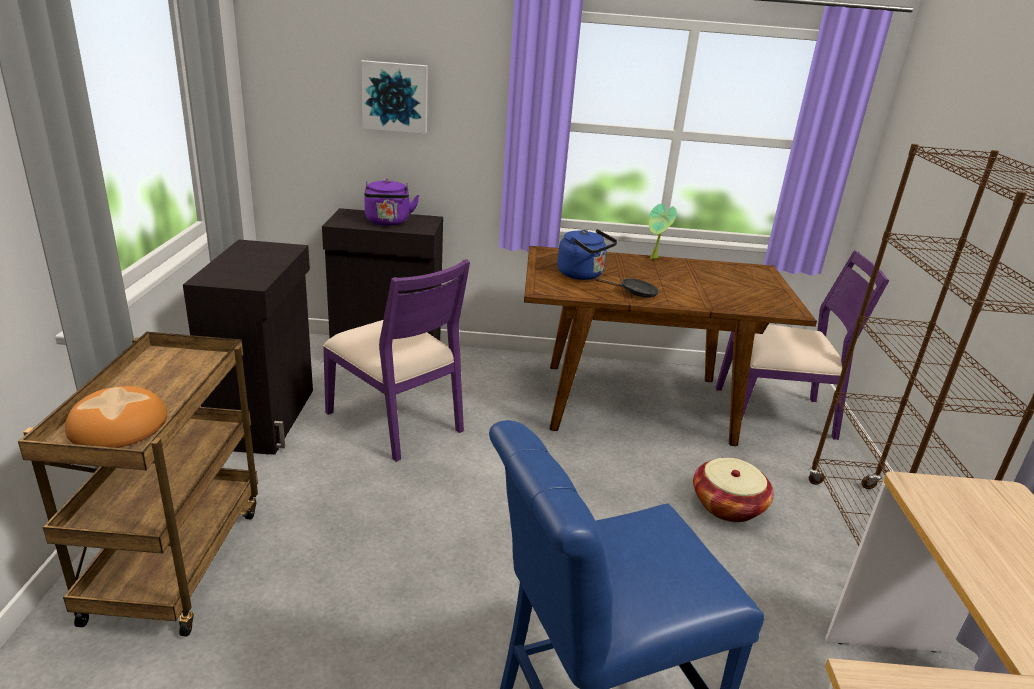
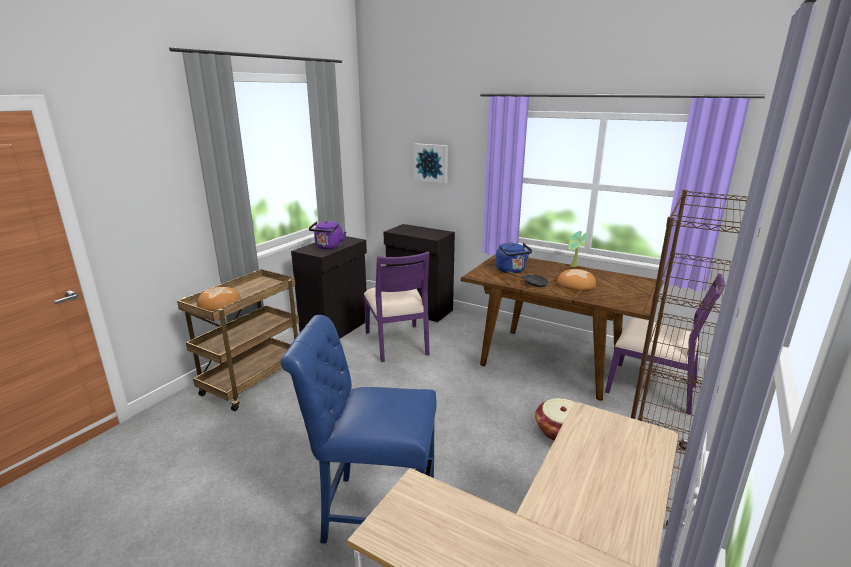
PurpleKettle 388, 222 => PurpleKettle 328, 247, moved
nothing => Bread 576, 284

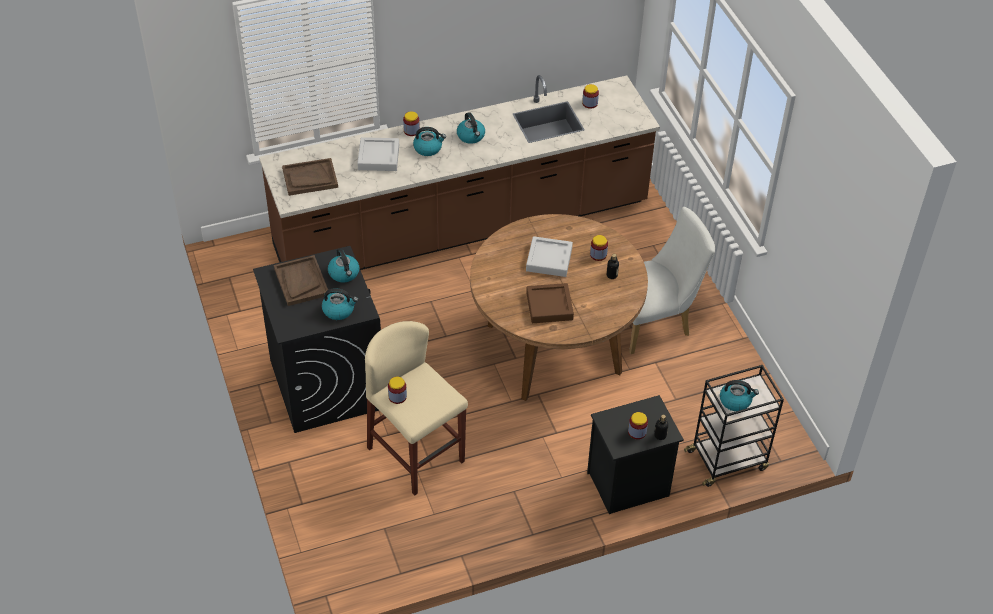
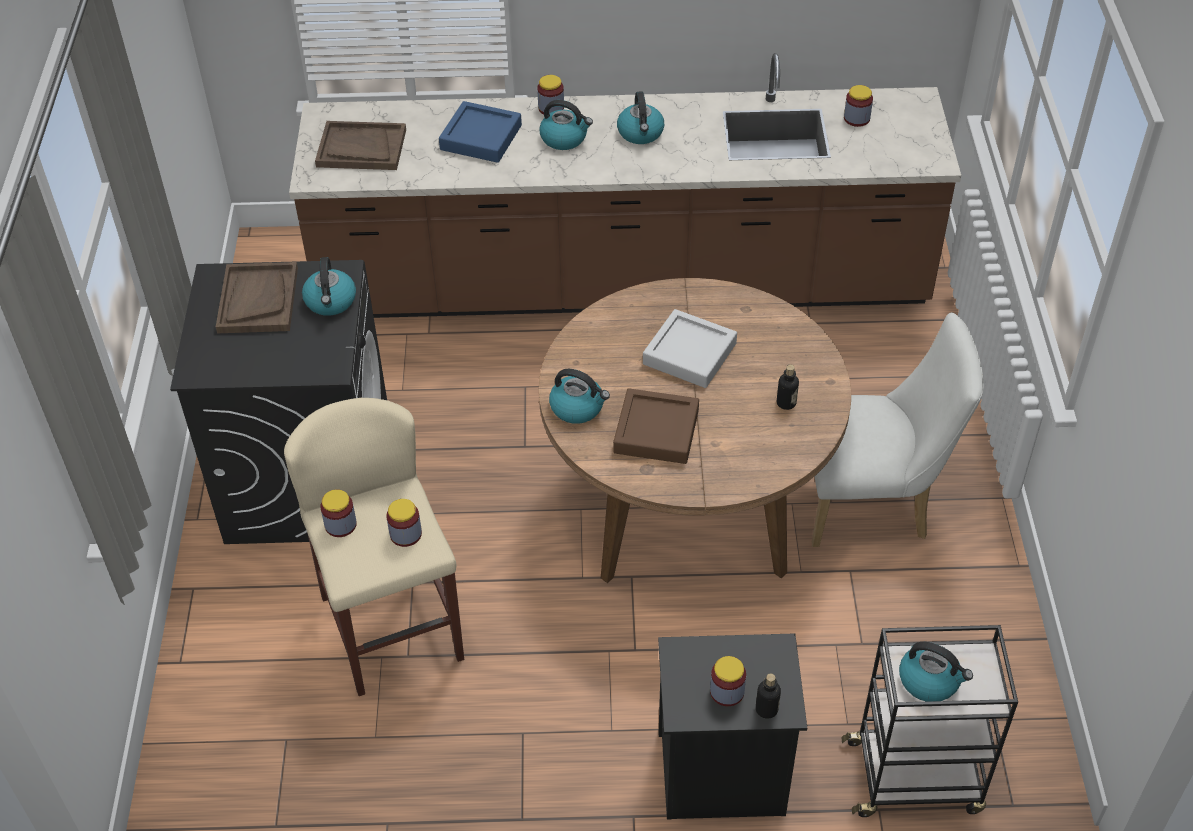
GreyTray 378, 157 => BlueTray 481, 137
Jar 598, 255 => Jar 405, 534, moved
Kettle 339, 310 => Kettle 578, 407, moved

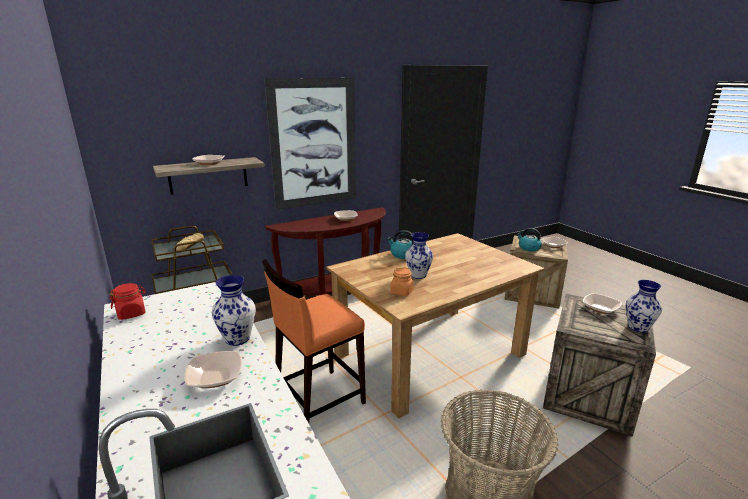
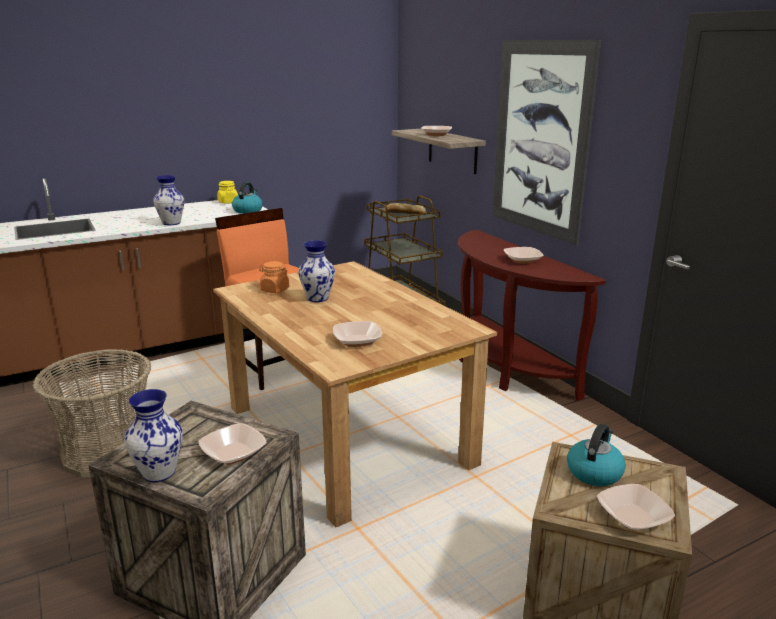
Kettle 403, 255 => Kettle 248, 210, moved
RedJar 131, 313 => YellowJar 228, 202
Bowl 215, 377 => Bowl 357, 341, moved

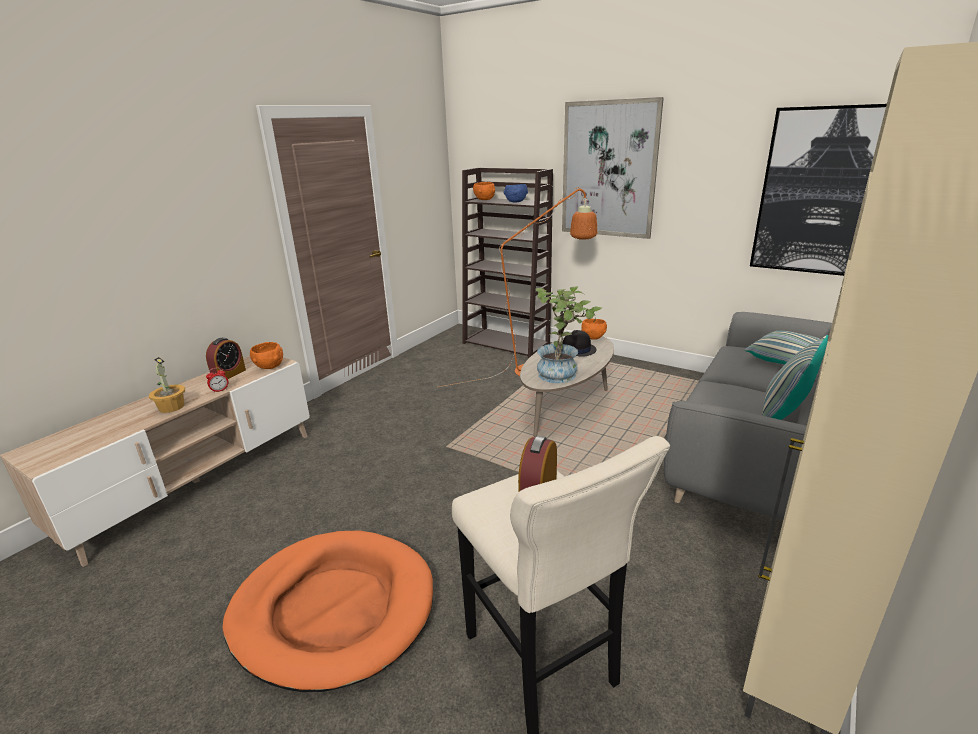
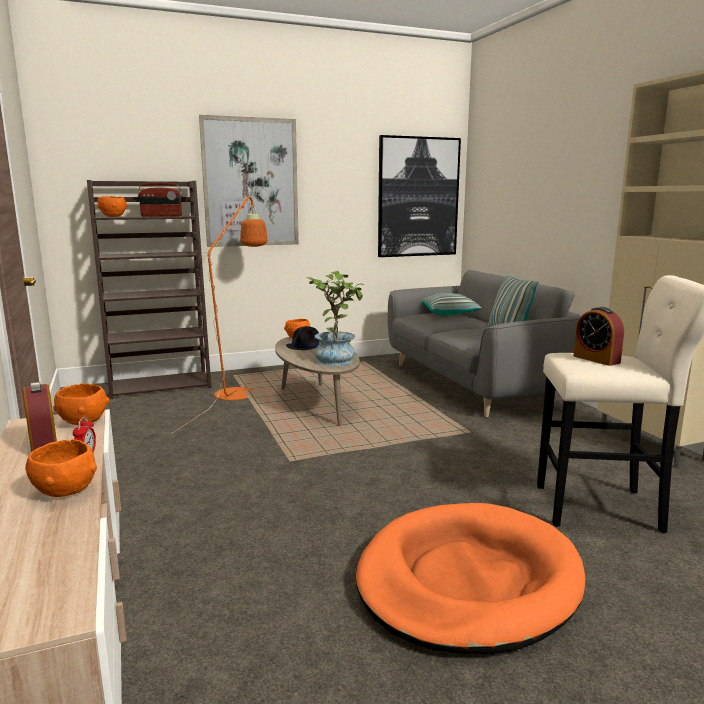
BlueBowl 516, 202 => Radio 161, 216
PottedPlant 171, 407 => OrangeBowl 65, 491

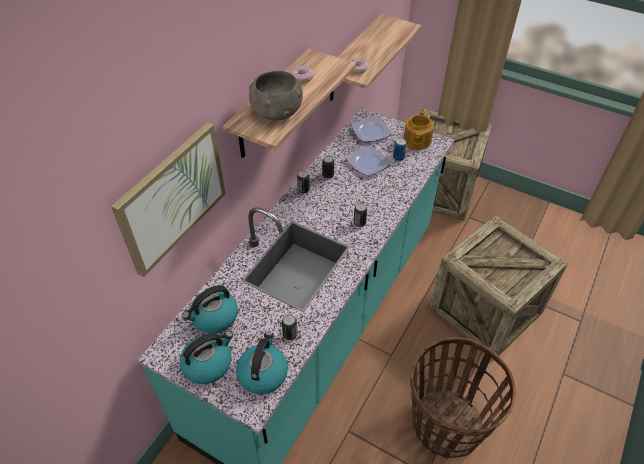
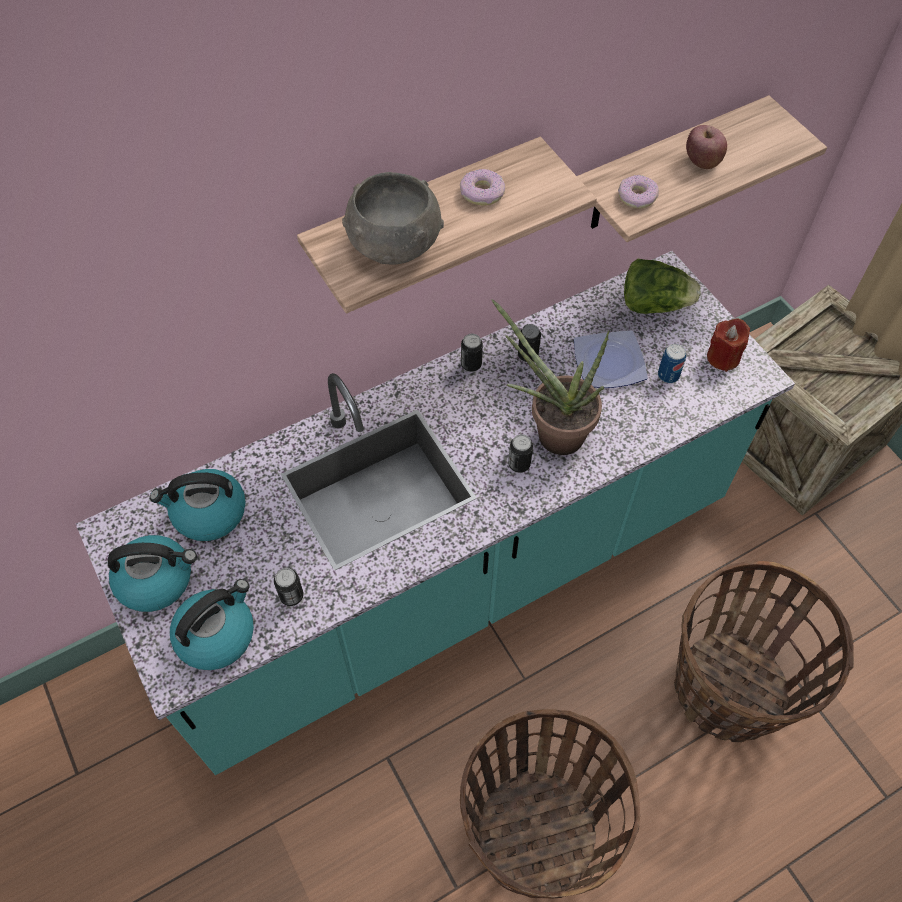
Teapot 416, 141 => RedCandle 723, 357
Plate 370, 132 => Lettuce 654, 304
Picture 172, 197 => nothing
Crate 485, 310 => Basket 729, 689
nothing => Apple 702, 161
nothing => PottedPlant 550, 432

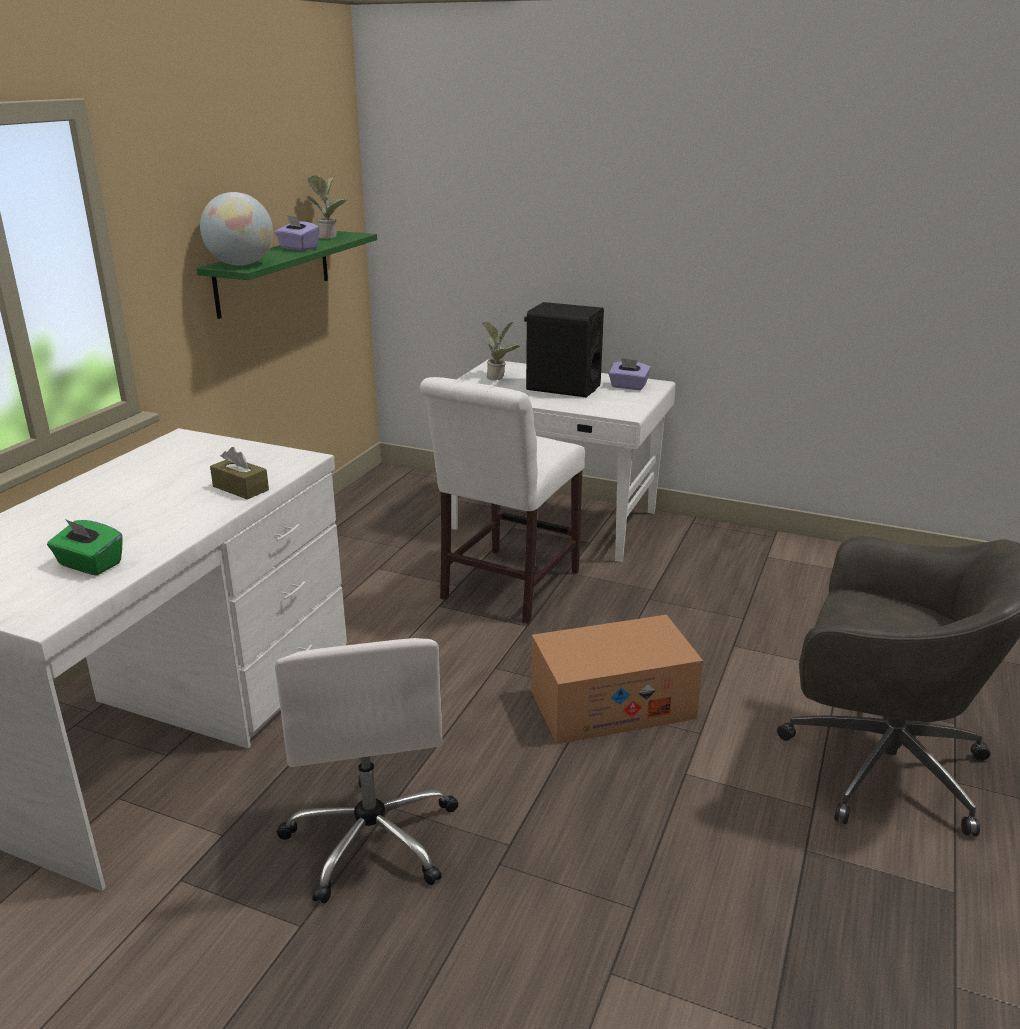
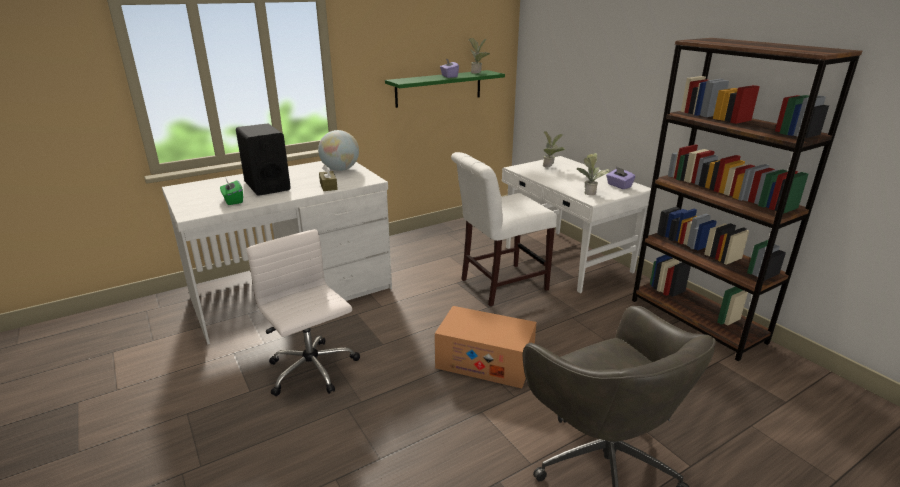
Globe 241, 264 => Globe 340, 169, moved
BlackSpeaker 563, 387 => BlackSpeaker 267, 186, moved
WhiteOfficeChair 372, 837 => WhiteOfficeChair 312, 370, 120 degrees clockwise
nothing => BrownBookcase 696, 321
nothing => PottedPlant 589, 192

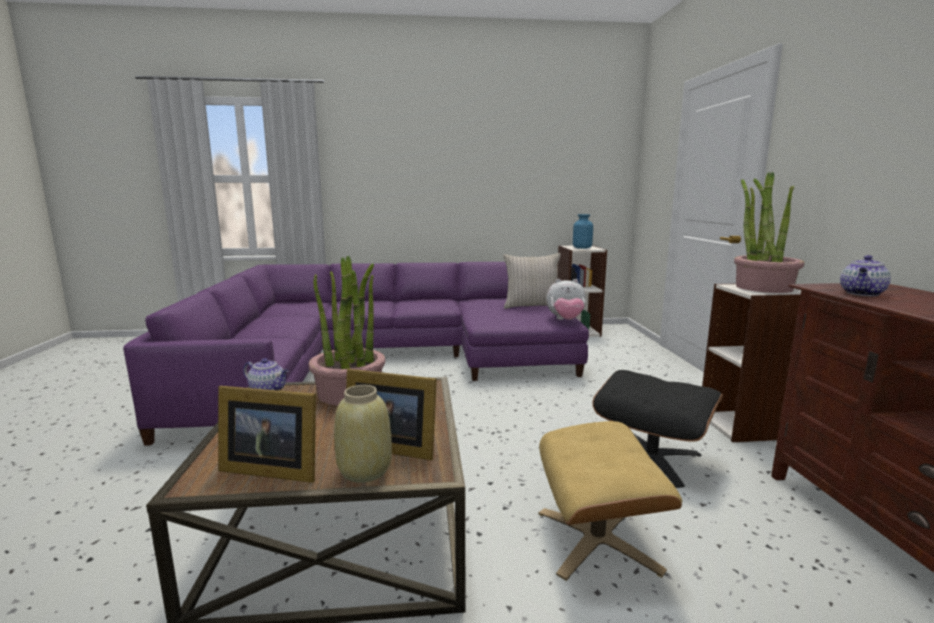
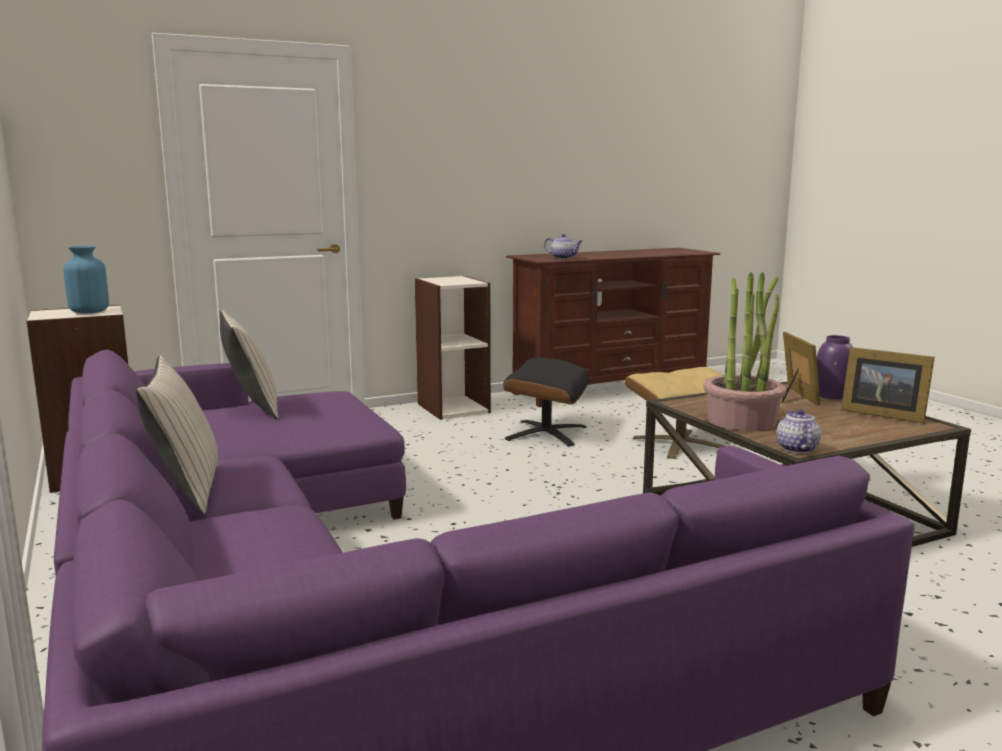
PottedPlant 763, 287 => nothing
PlushToy 565, 320 => nothing
BeigeVase 364, 471 => PurpleVase 833, 396
PictureFrame 270, 468 => PictureFrame 881, 414, 135 degrees clockwise
nothing => BeigePillow 186, 491

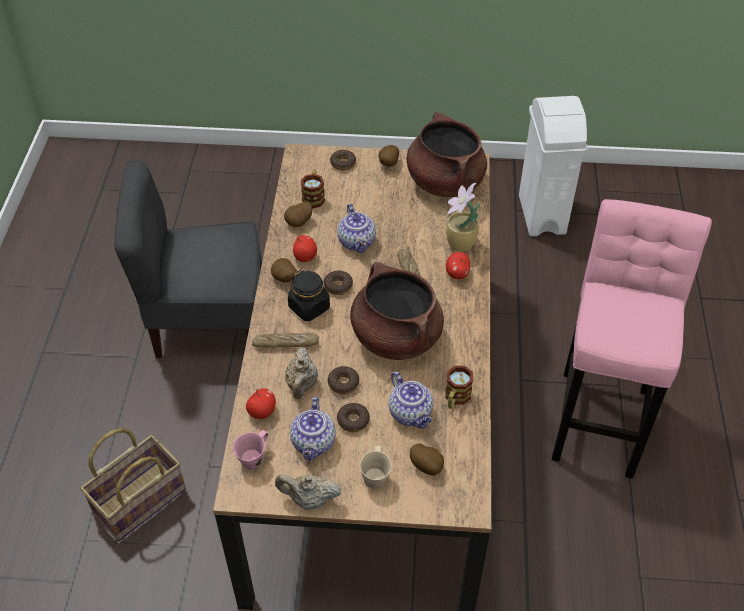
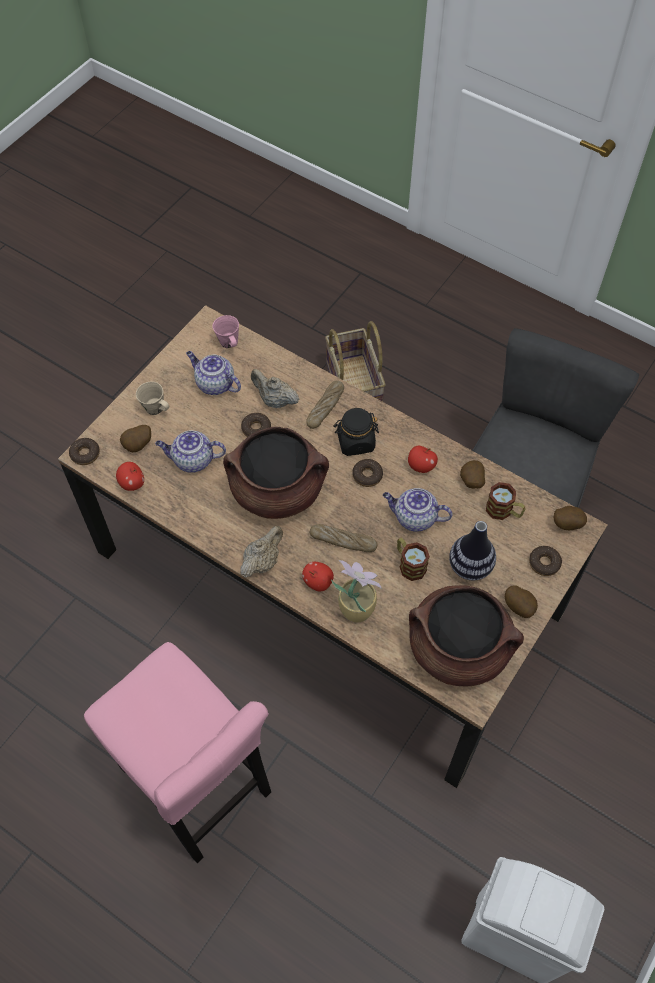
Potato 284, 279 => Potato 566, 523, moved
Mug 455, 398 => Mug 409, 564, moved
Apple 262, 412 => Apple 132, 483, moved
Donut 353, 420 => Donut 85, 454, moved
BeigeTeapot 309, 500 => BeigeTeapot 262, 561, moved
nothing => Vase 470, 566

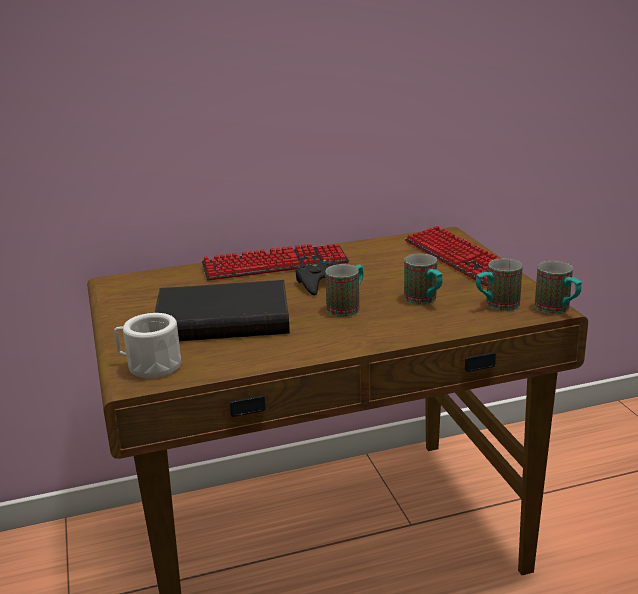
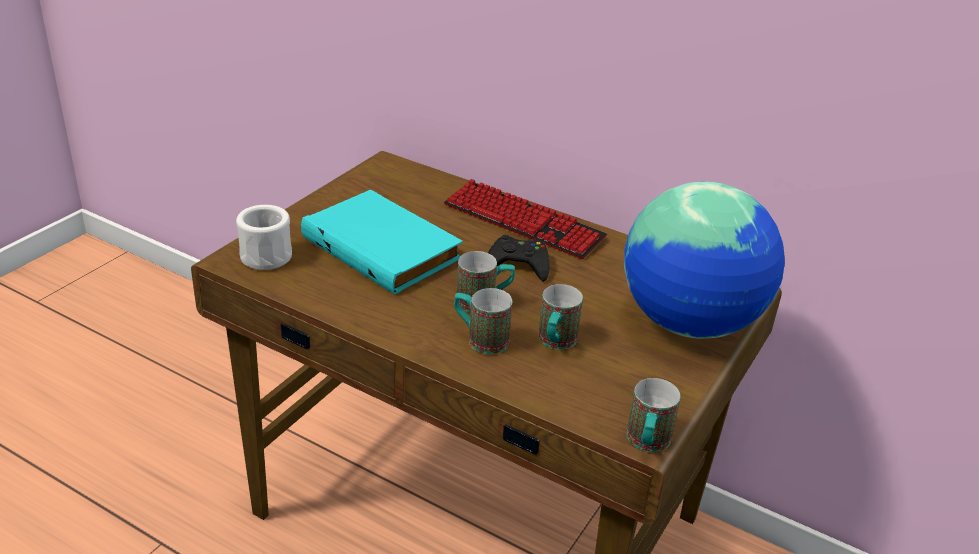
Keyboard 459, 258 => Globe 690, 323
Mug 496, 306 => Mug 480, 339, moved
BlackBook 224, 318 => TurquoiseBook 384, 247

